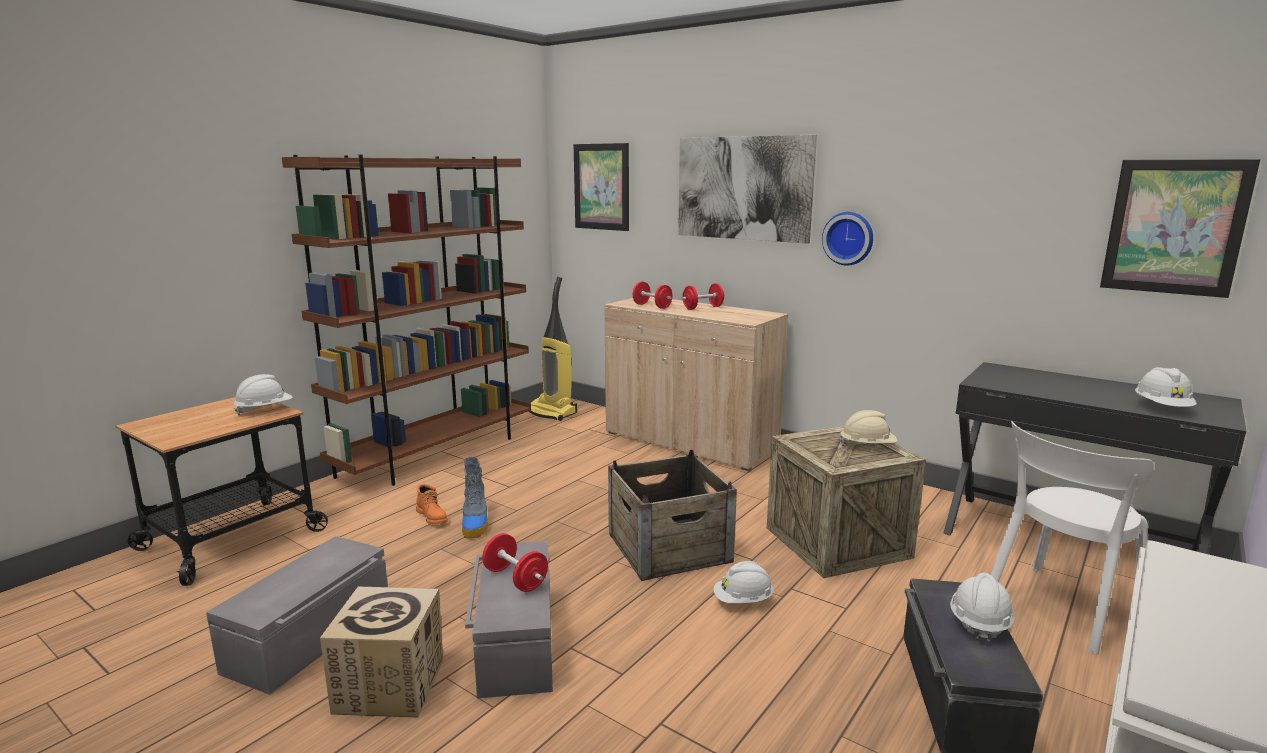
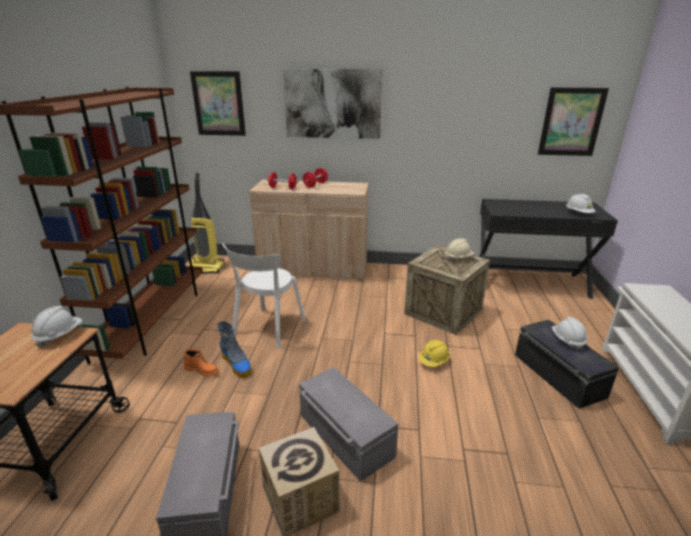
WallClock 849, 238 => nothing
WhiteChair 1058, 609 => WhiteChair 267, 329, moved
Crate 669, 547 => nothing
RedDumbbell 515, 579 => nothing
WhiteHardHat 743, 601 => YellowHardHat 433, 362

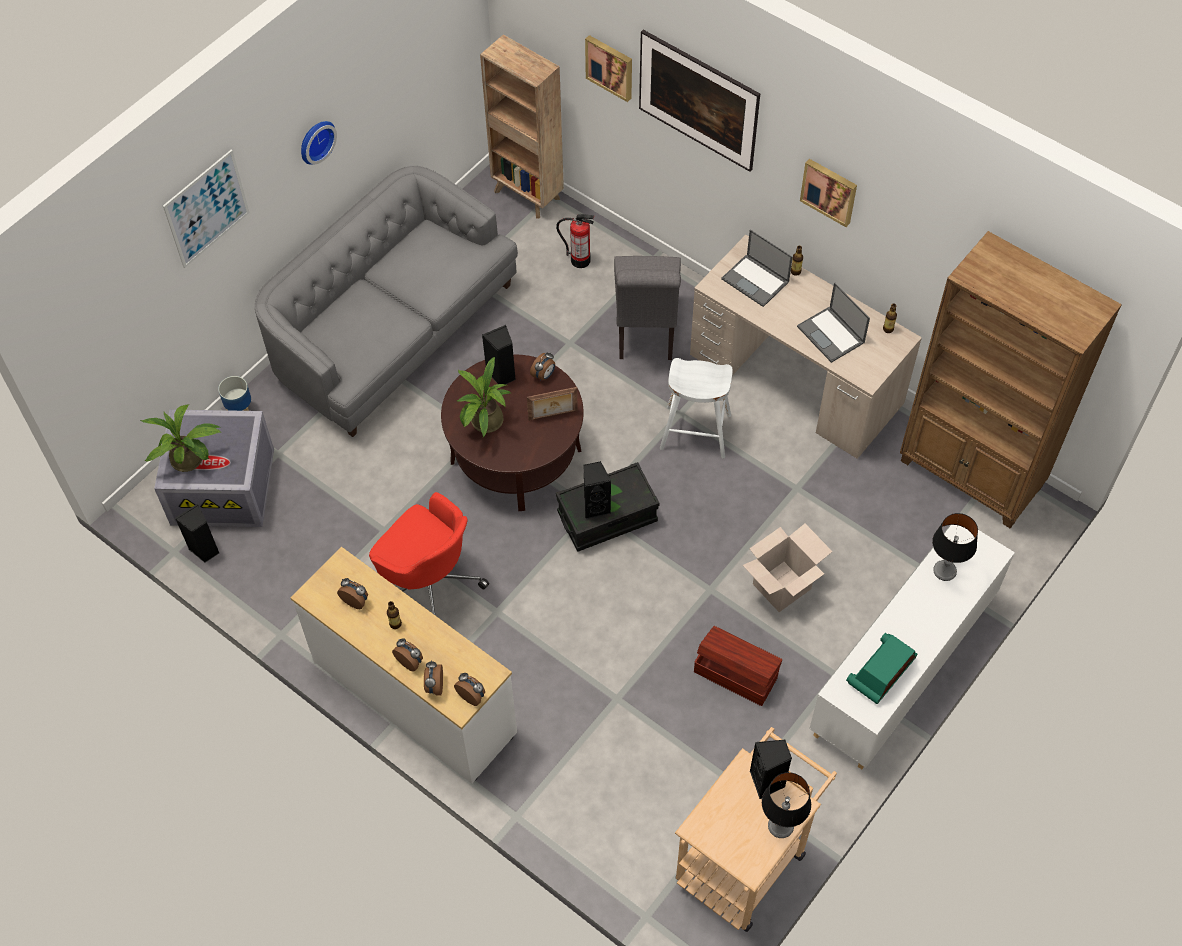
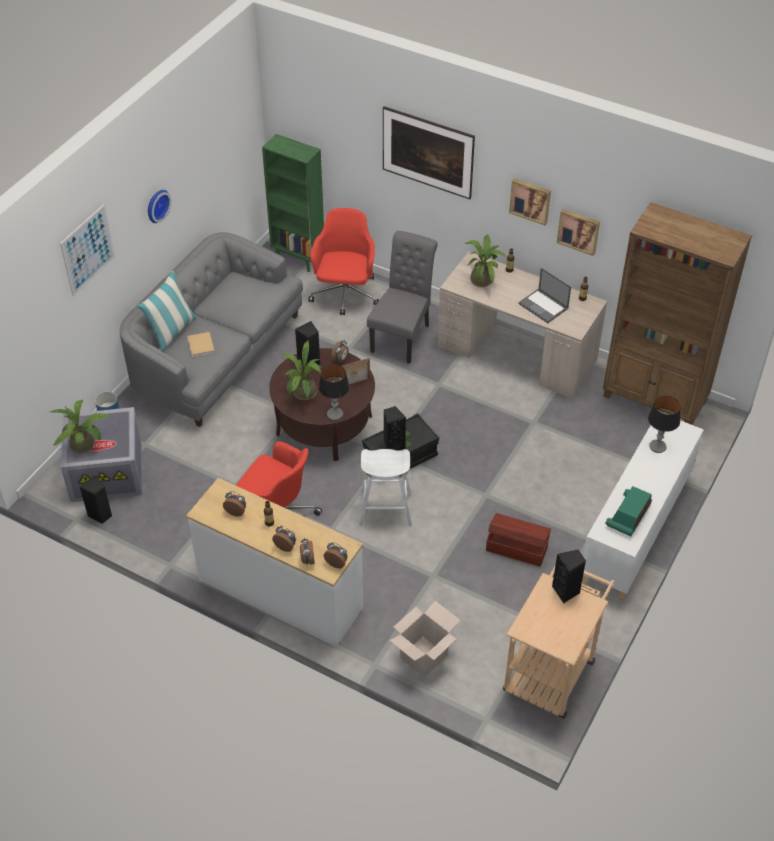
BrownBookcase 528, 195 => GreenBookcase 298, 258
Picture 610, 67 => Picture 579, 231, moved
FireExtinguisher 580, 260 => RedOfficeChair 345, 295
Laptop 756, 281 => PottedPlant 482, 278
GreyChair 645, 333 => GreyChair 402, 336, 150 degrees counterclockwise
WhiteStool 696, 432 => WhiteStool 385, 509, moved
CardboardBox 782, 586 => CardboardBox 423, 656, moved
TableLamp 781, 826 => TableLamp 335, 414, moved
nothing => Pillow 172, 332
nothing => BeigeBook 201, 346

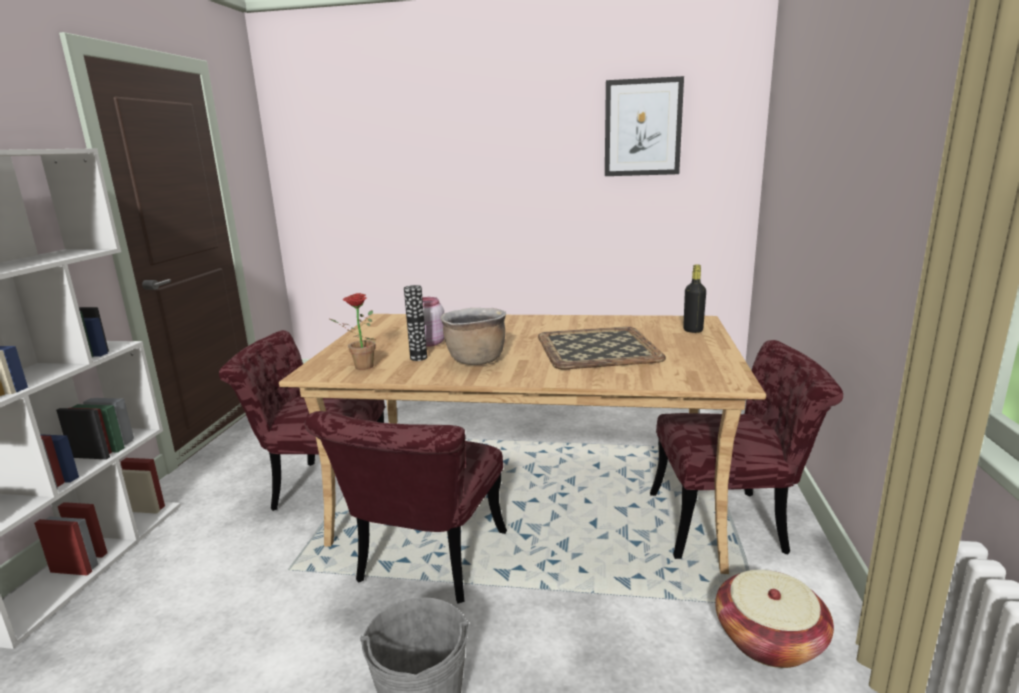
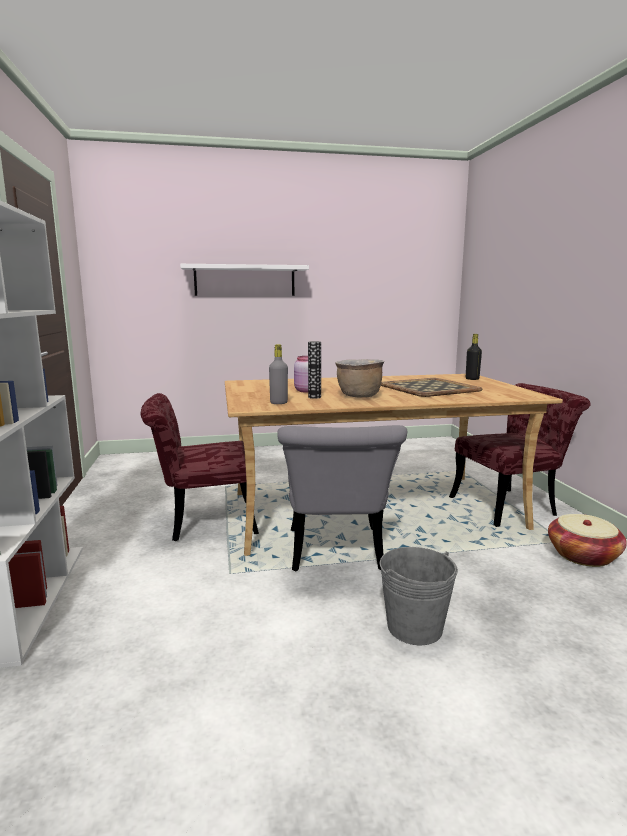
Picture 642, 128 => nothing
PottedPlant 359, 367 => GreyBottle 279, 403
RedChair 425, 566 => GreyChair 336, 555
nothing => WhiteShelf 245, 280

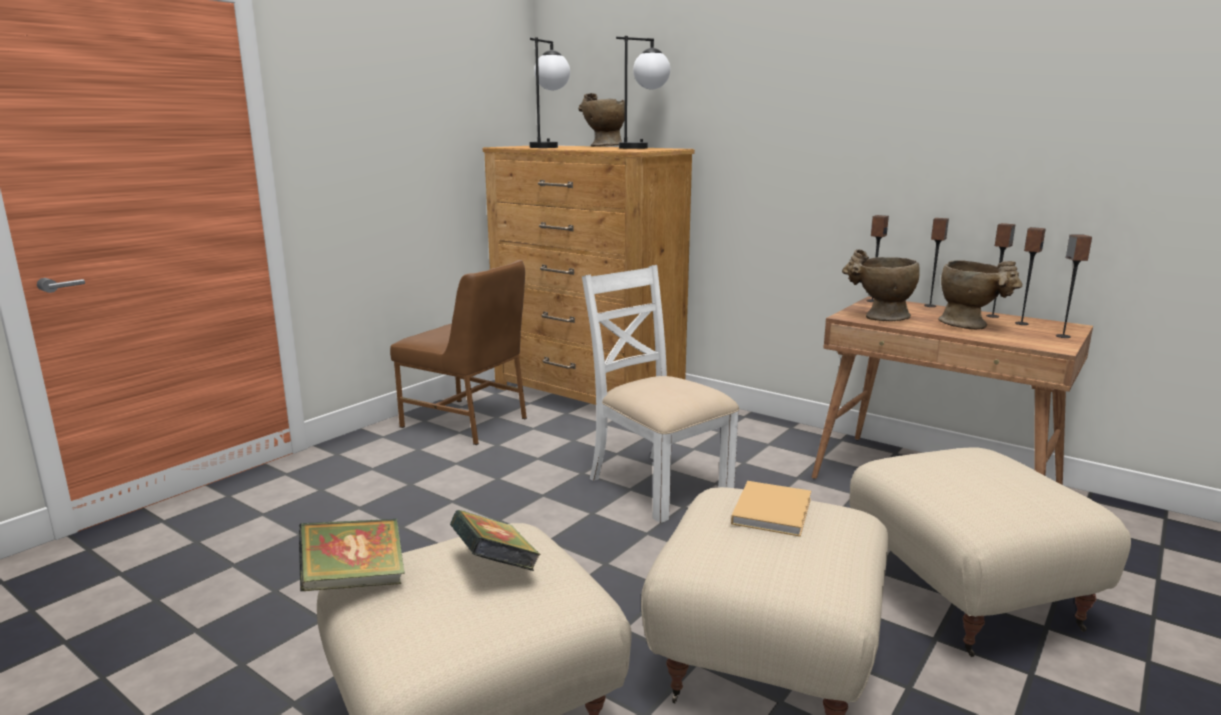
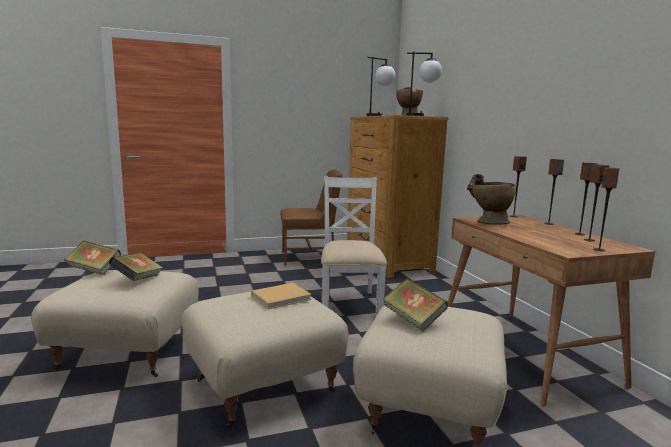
BrownChair 467, 422 => BrownChair 309, 257, 75 degrees counterclockwise
BeigeVase 971, 325 => nothing
nothing => Book 413, 320

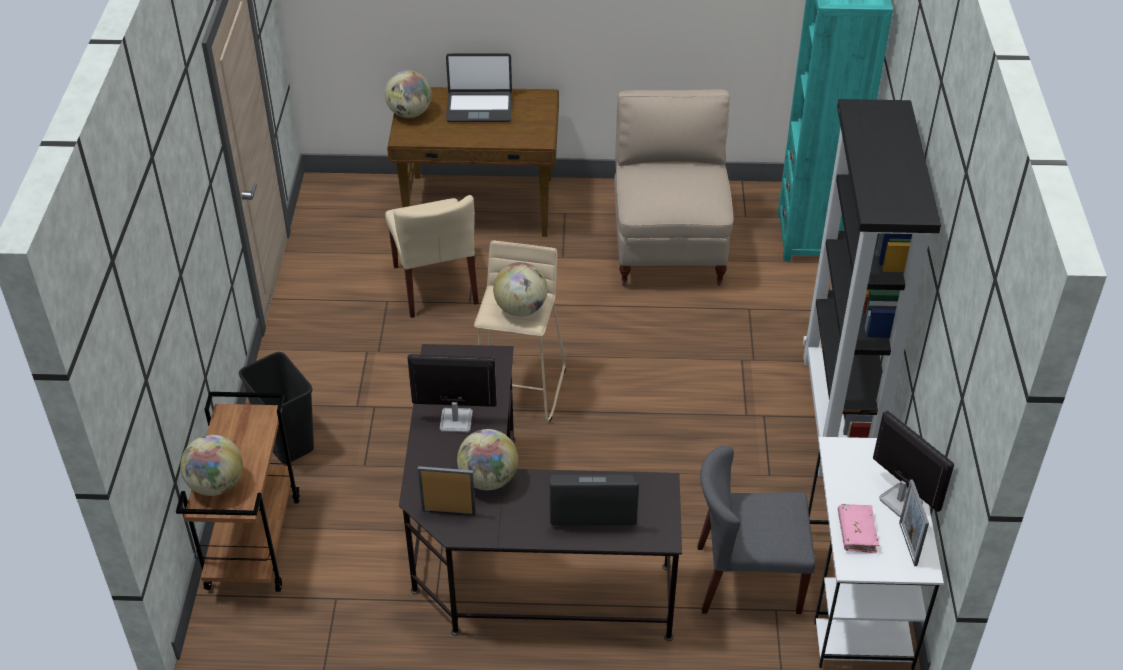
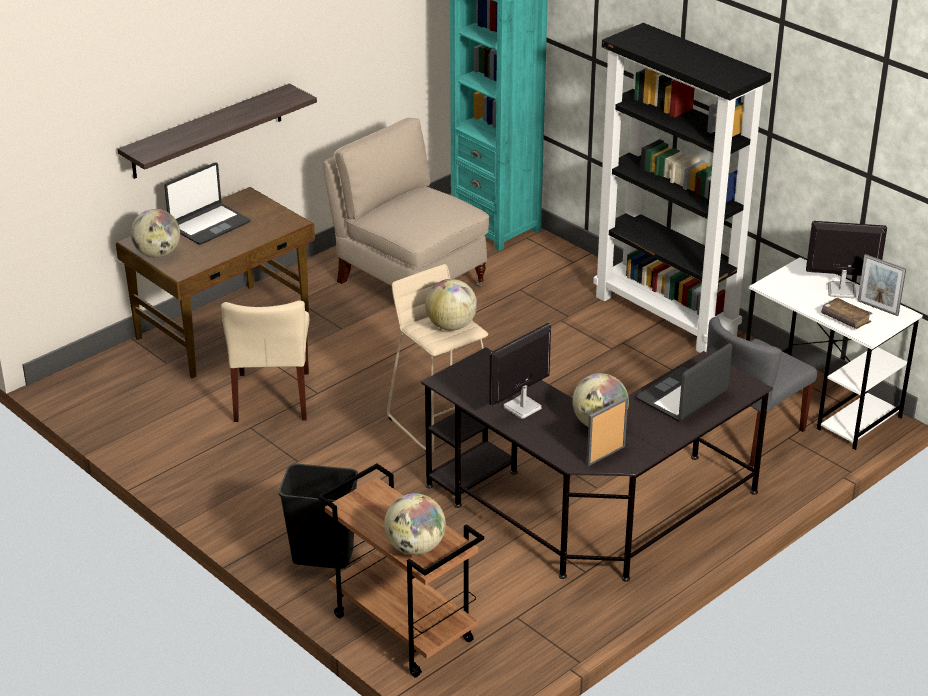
BeigeChair 435, 285 => BeigeChair 272, 397, 60 degrees clockwise
PinkBook 856, 533 => BrownBook 845, 319
nothing => Shelf 207, 131

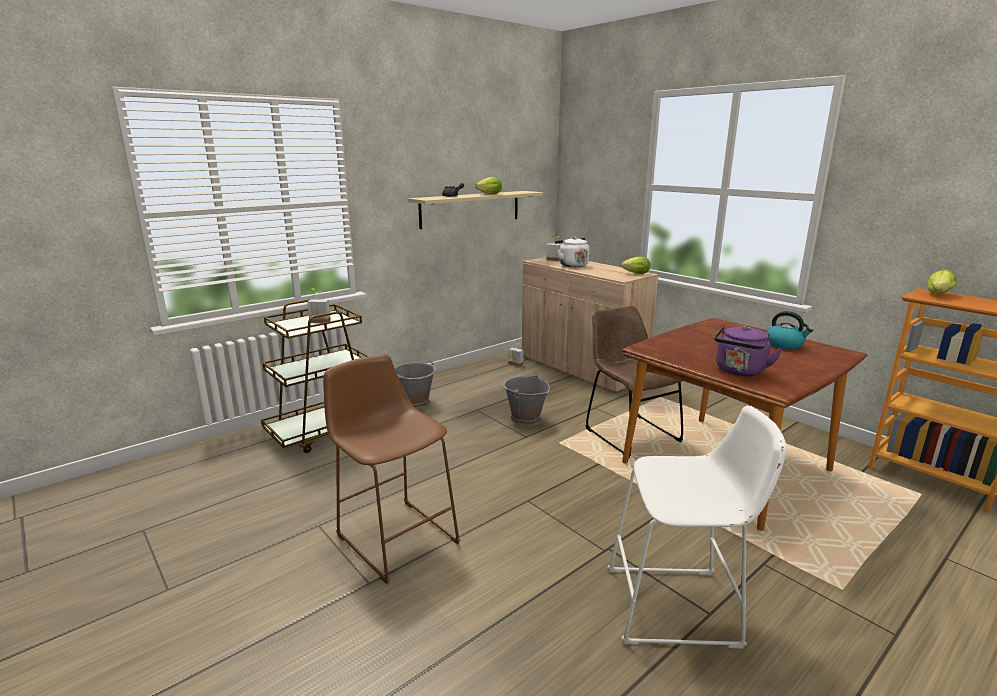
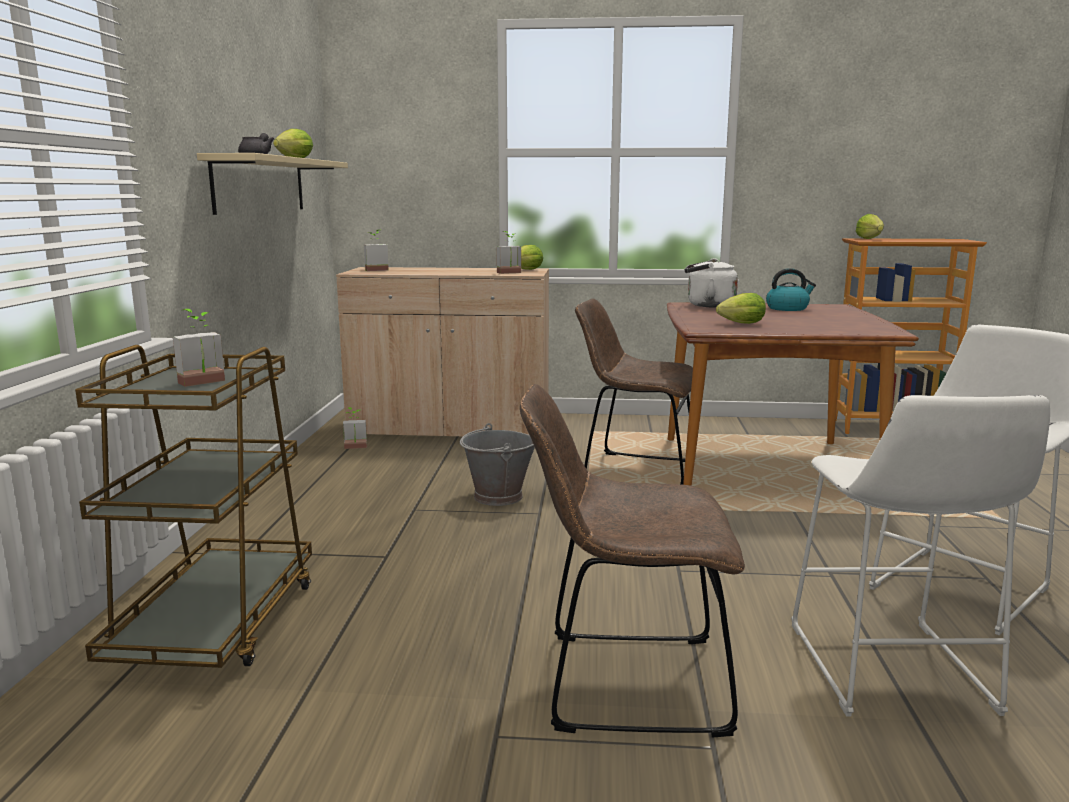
WhiteKettle 571, 265 => WhiteKettle 707, 305, moved
PurpleKettle 739, 372 => nothing
BrownStool 394, 535 => BrownChair 623, 682
GreyBucket 415, 402 => nothing
nothing => PottedPlant 510, 273
nothing => Lettuce 739, 323
nothing => WhiteStool 891, 674

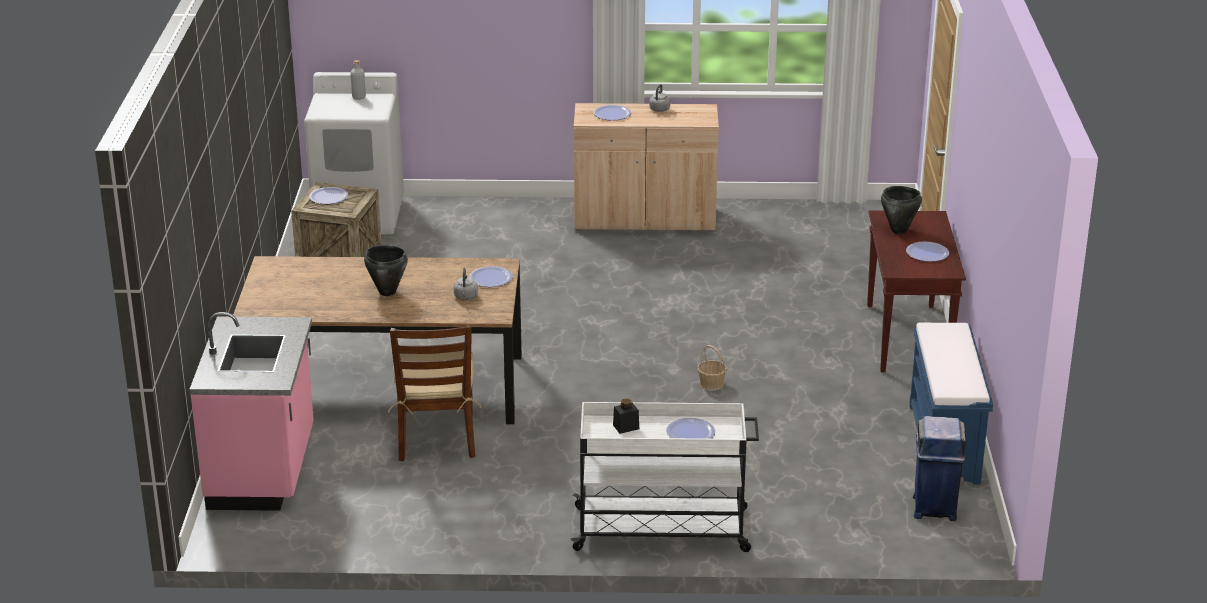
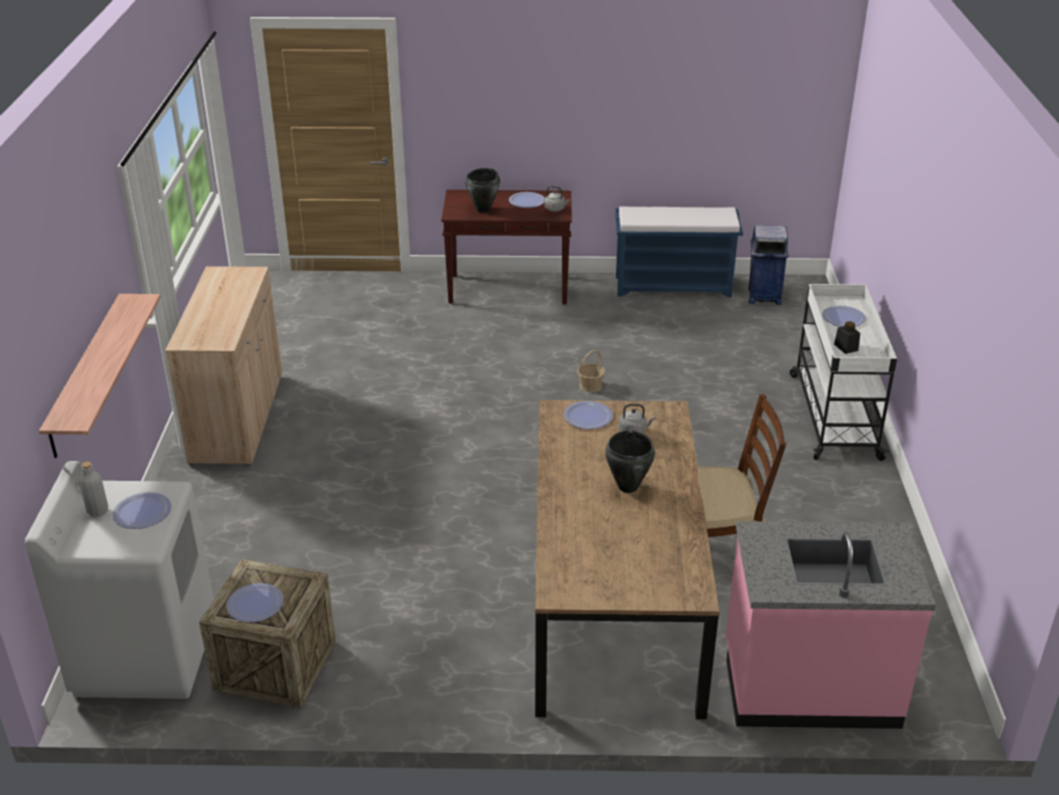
GreyKettle 659, 110 => GreyKettle 556, 209, moved
Plate 612, 114 => Plate 142, 512, moved
nothing => Shelf 86, 374

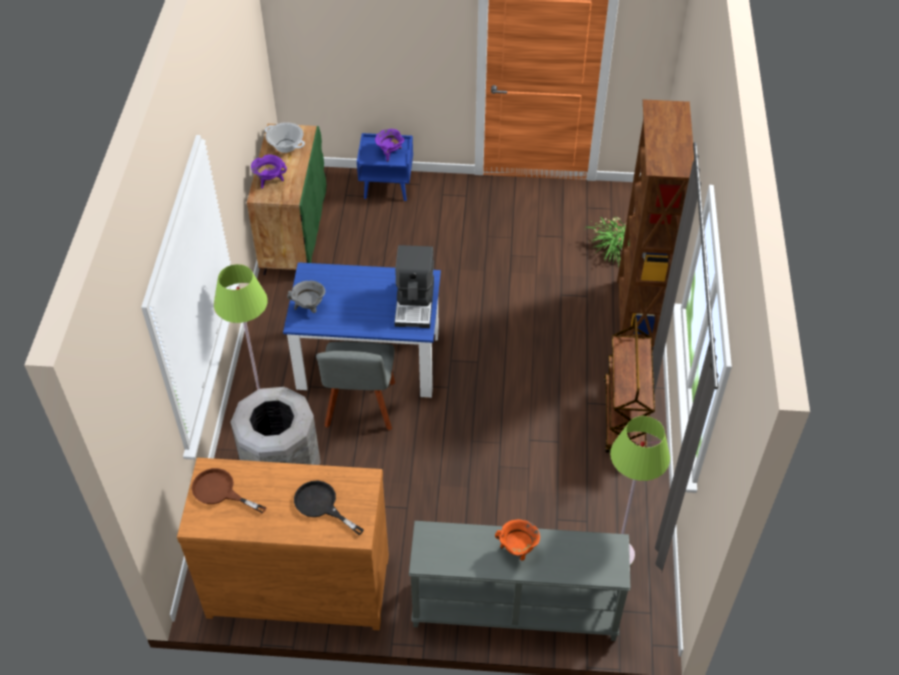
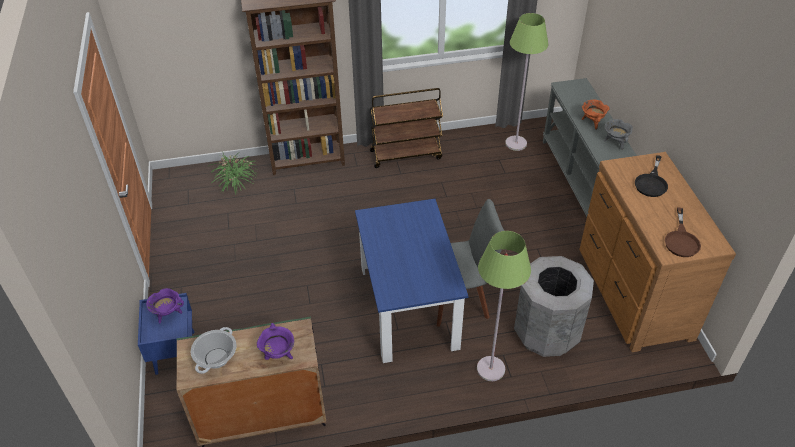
CoffeeMachine 415, 304 => nothing
GreyCookingPot 309, 307 => GreyCookingPot 615, 142, moved

